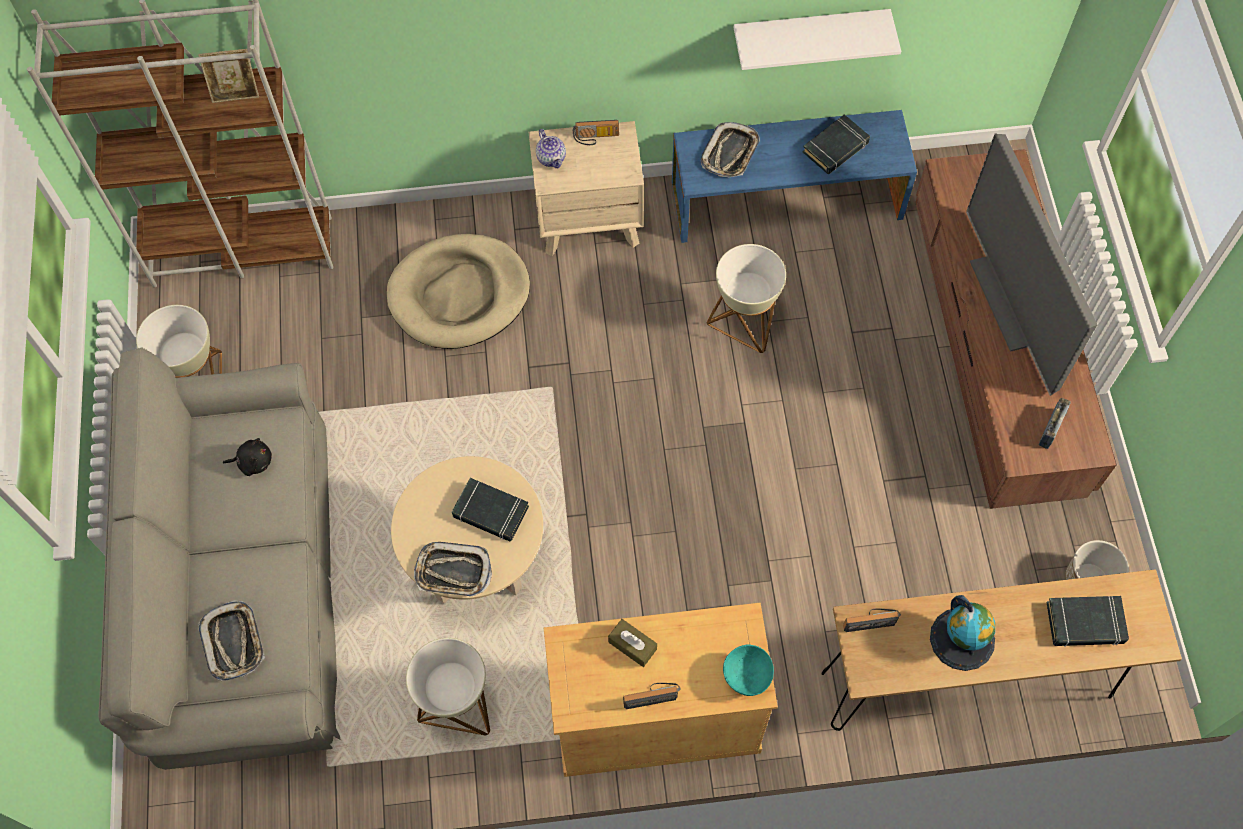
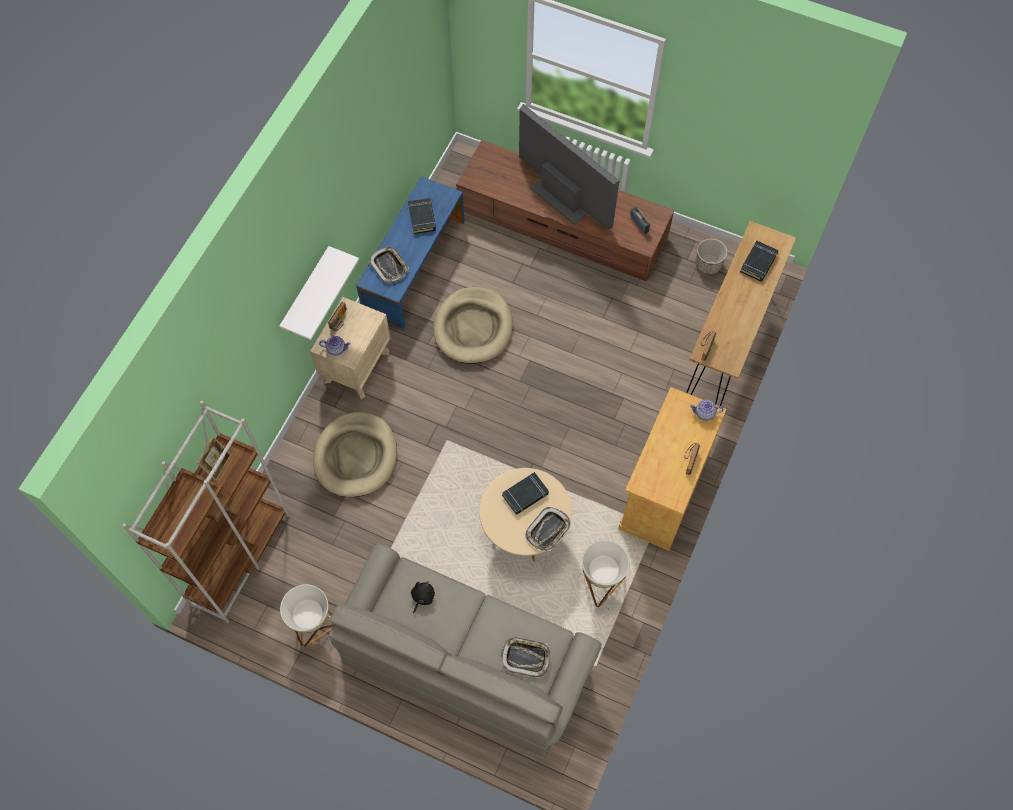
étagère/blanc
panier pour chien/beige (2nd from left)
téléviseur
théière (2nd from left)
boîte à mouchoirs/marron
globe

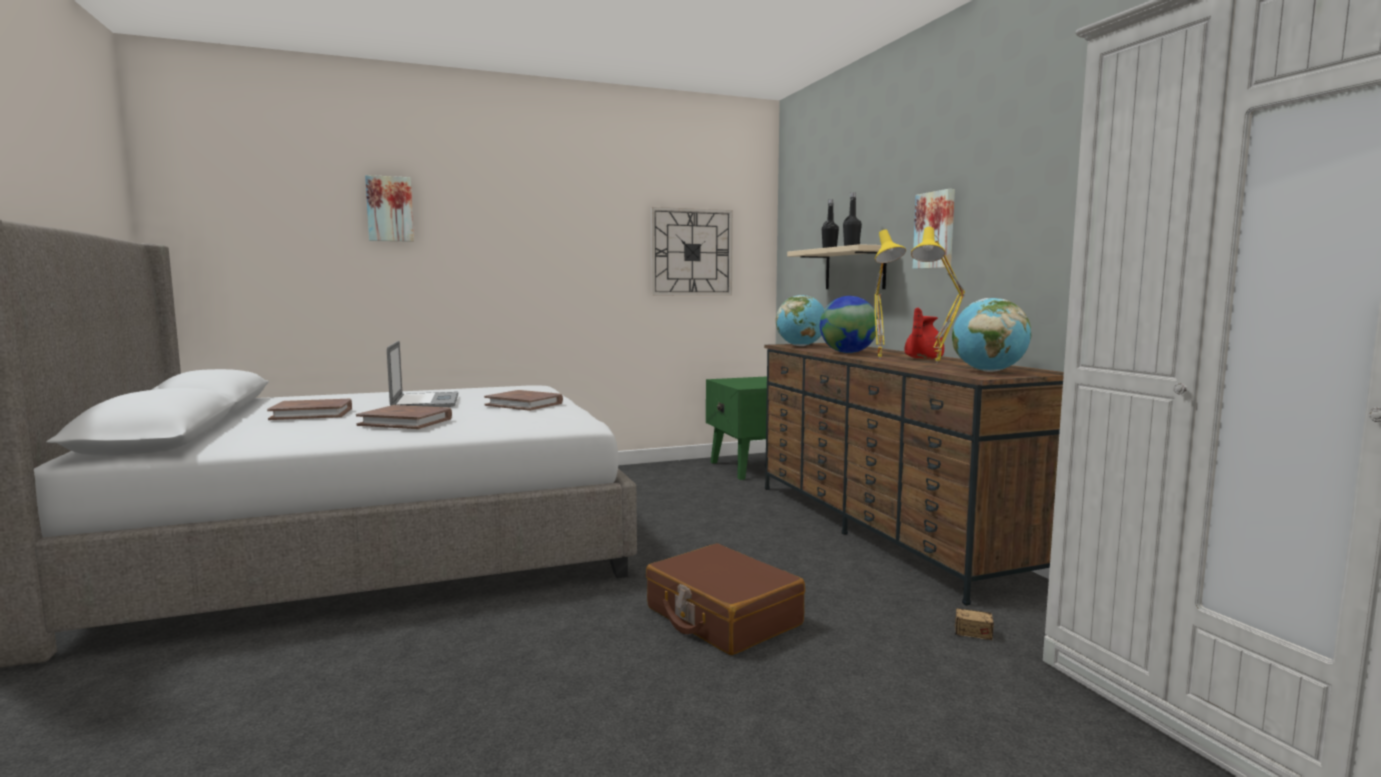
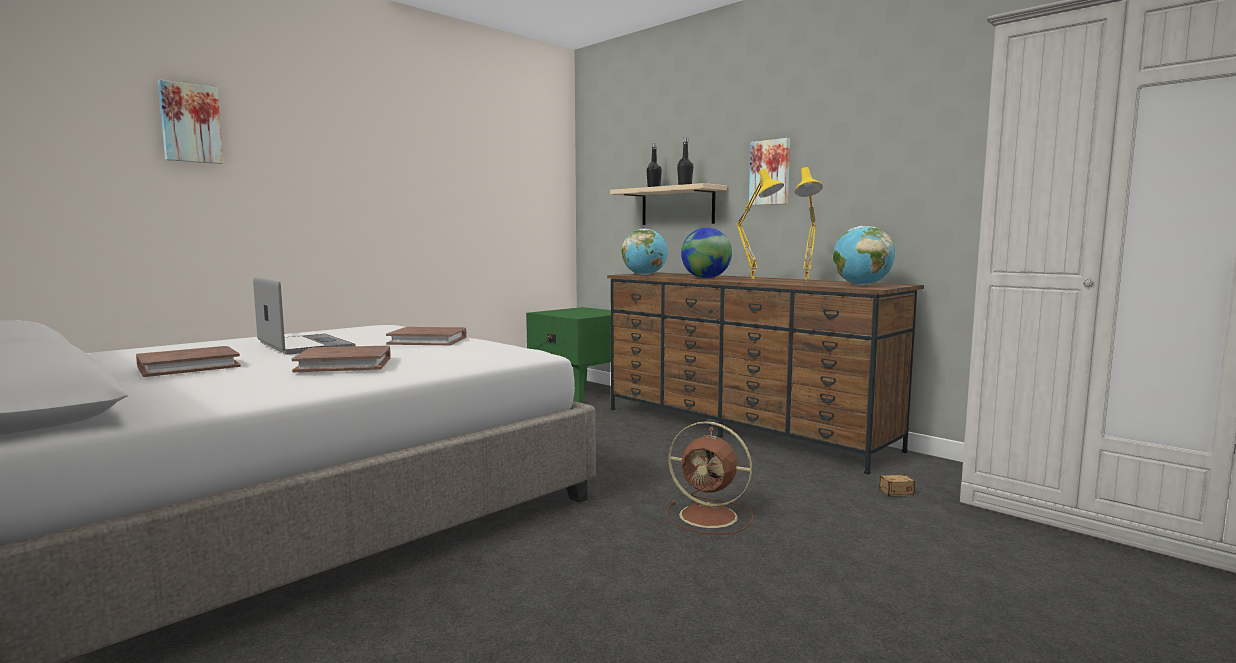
ventilateur/marron
horloge murale
théière/rouge

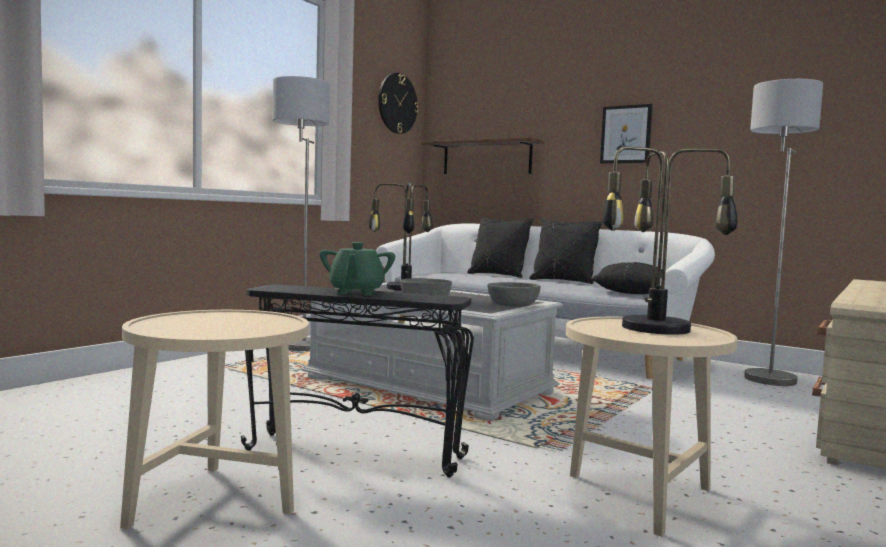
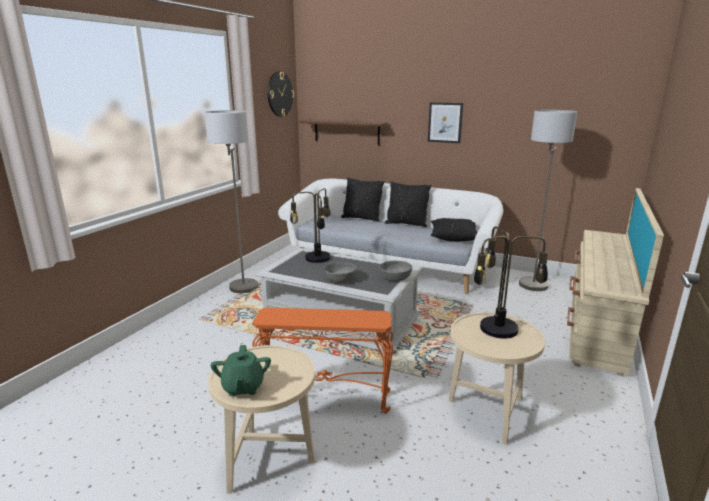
théière/vert
table d'appoint/orange

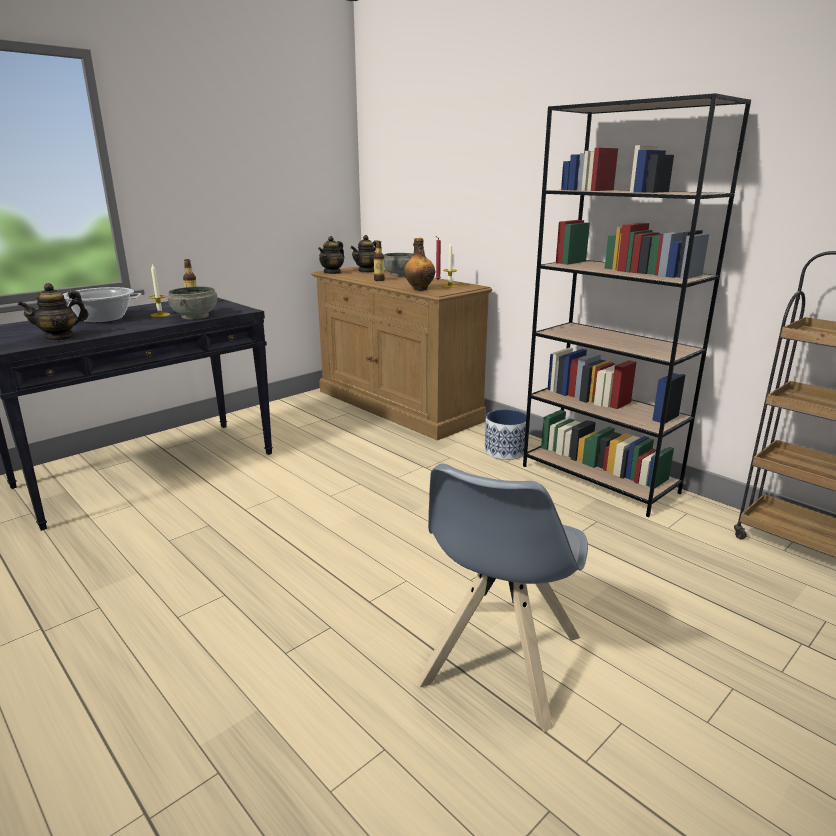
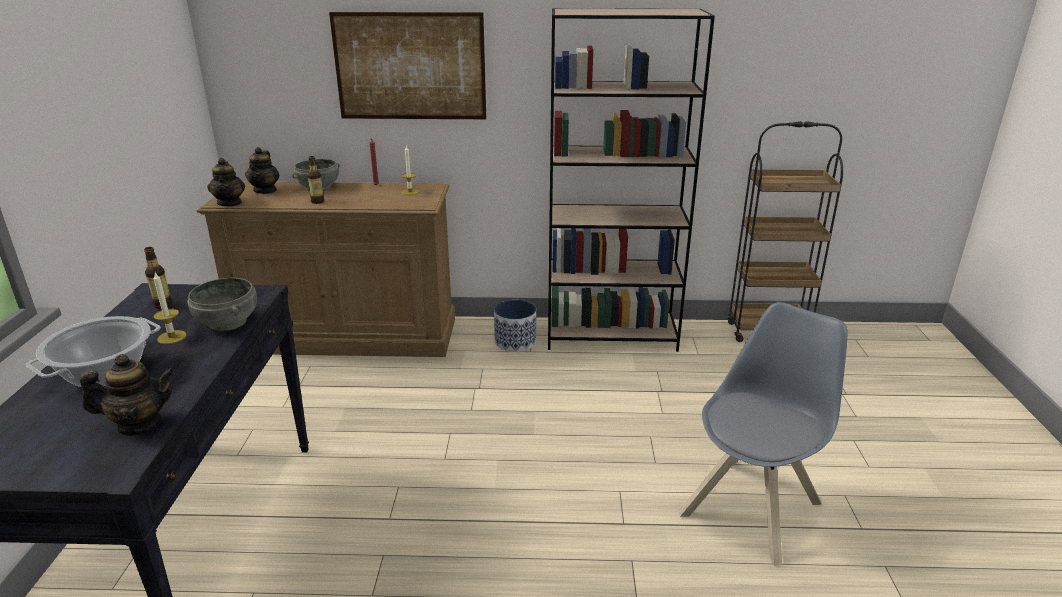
théière (1st from left)
tableau
chaise/gris
bouteille (3rd from left in the first image)

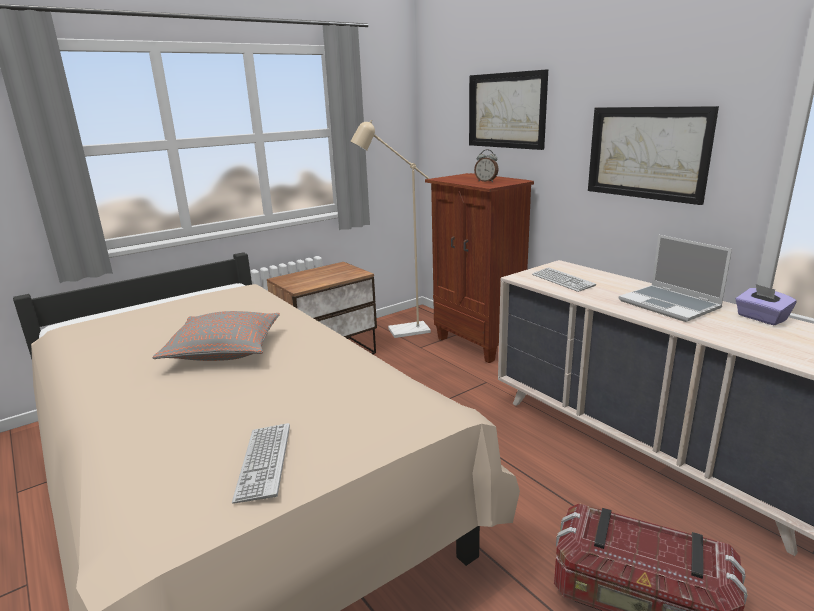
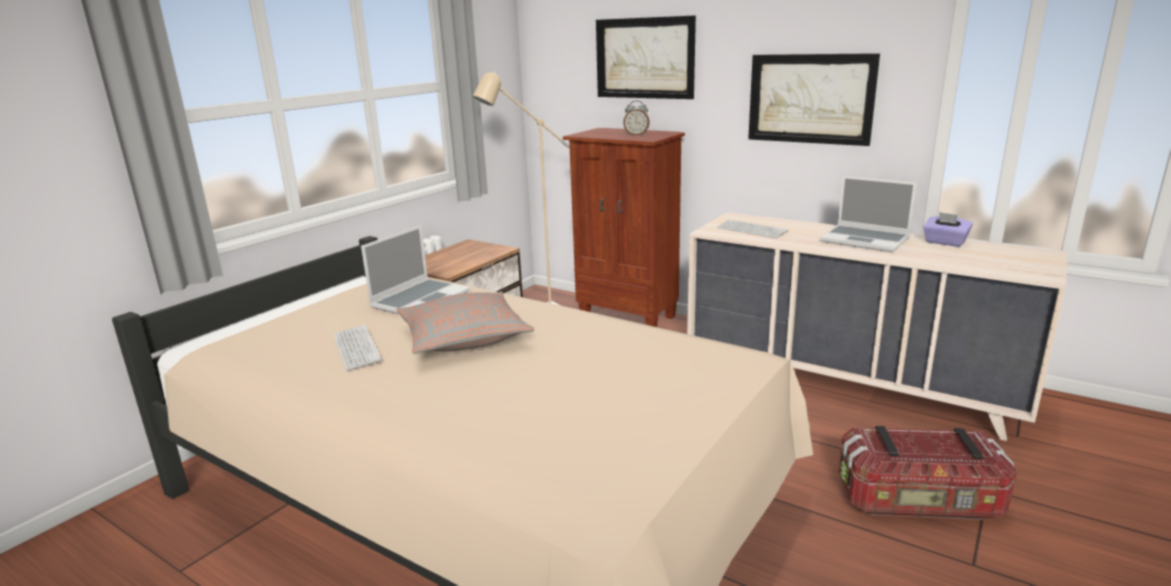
clavier (1st from left)
ordinateur portable (1st from left)

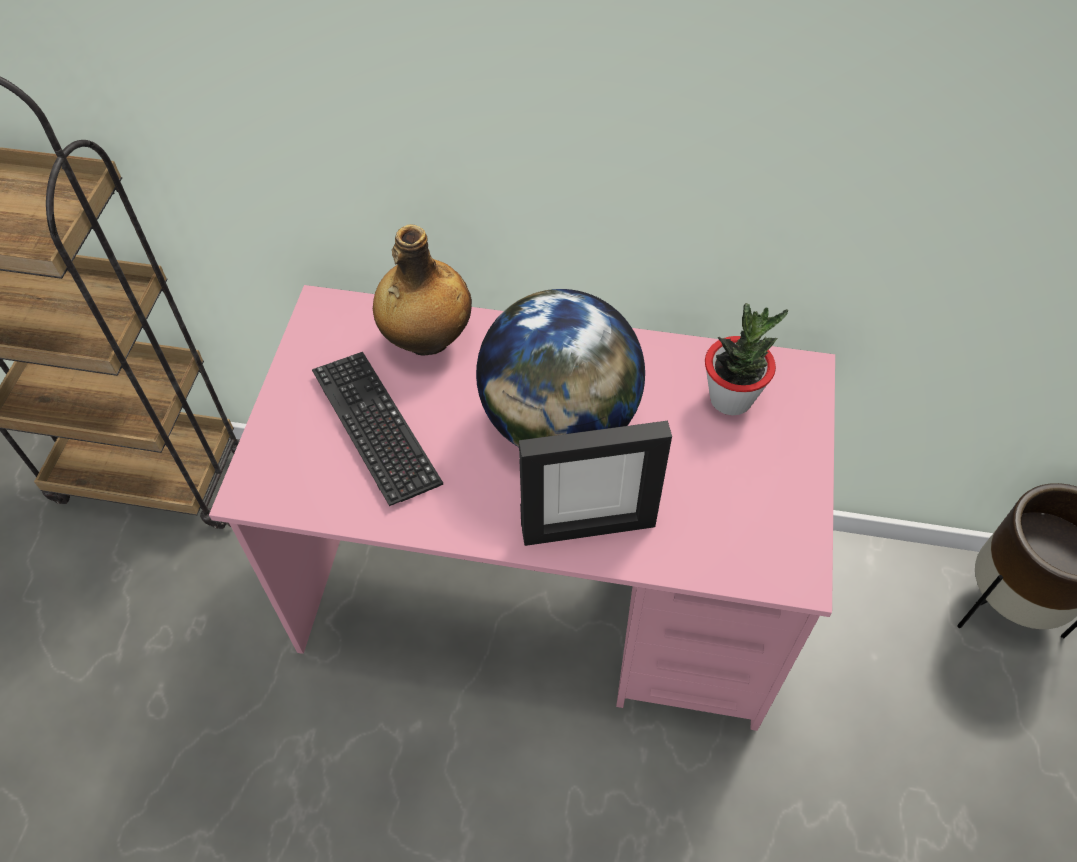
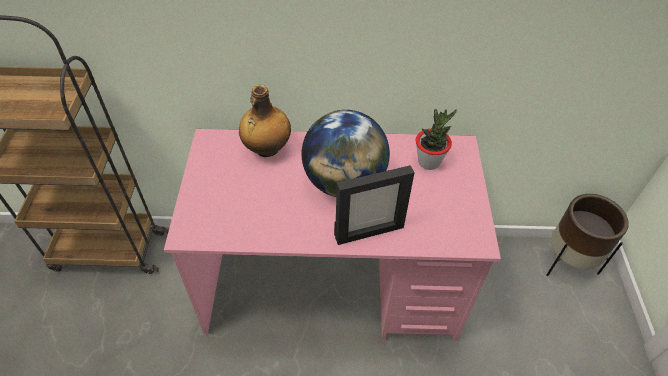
clavier

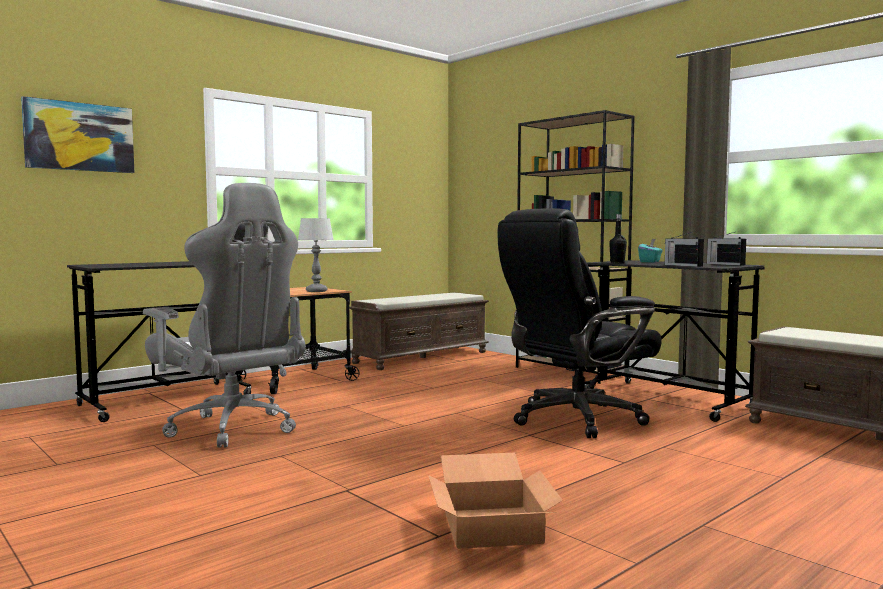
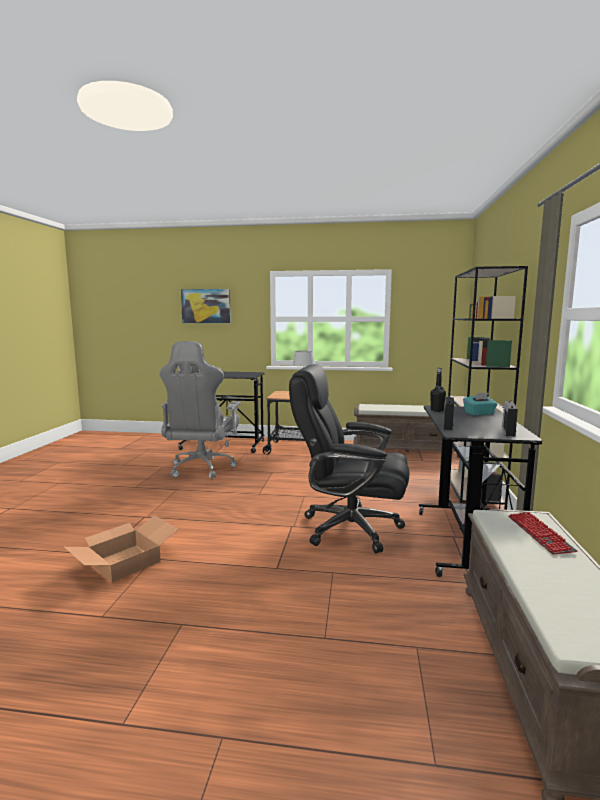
clavier

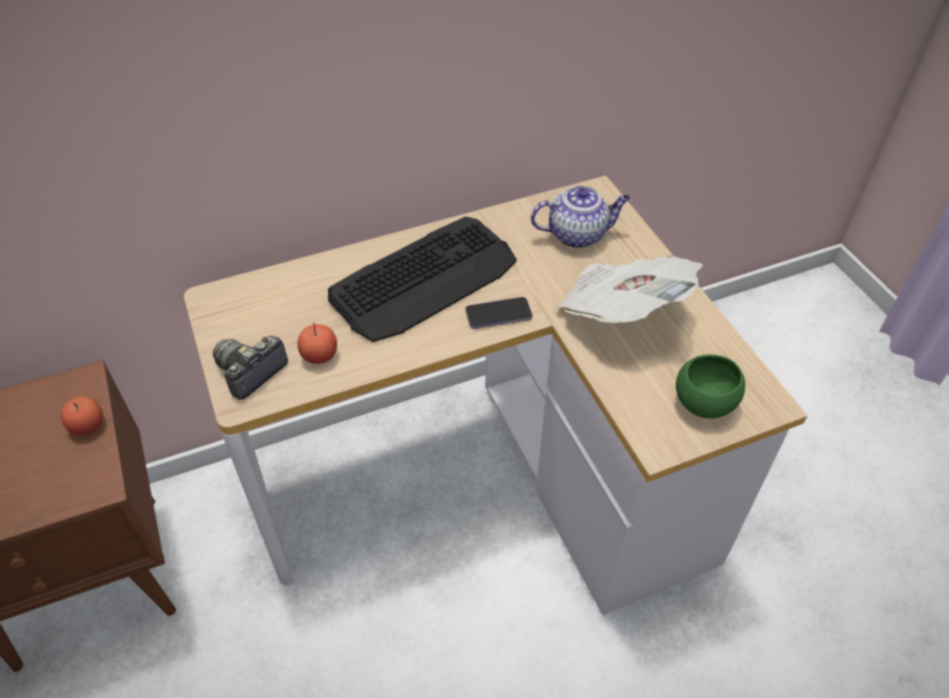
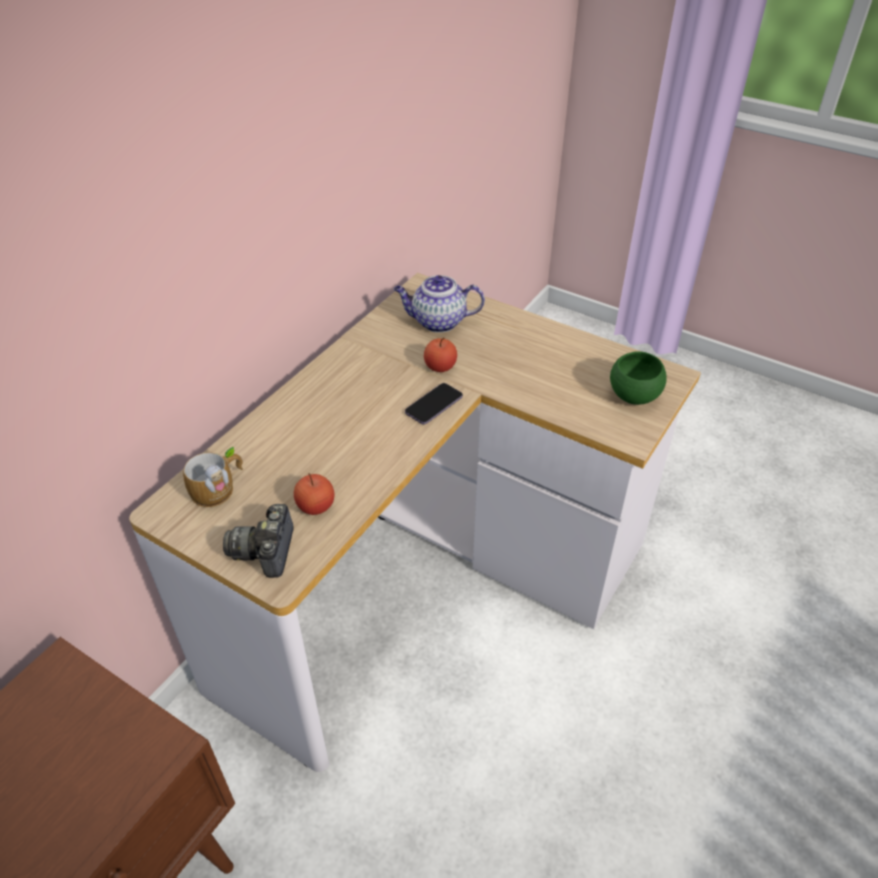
mug
théière
pomme (2nd from left)
clavier
journal

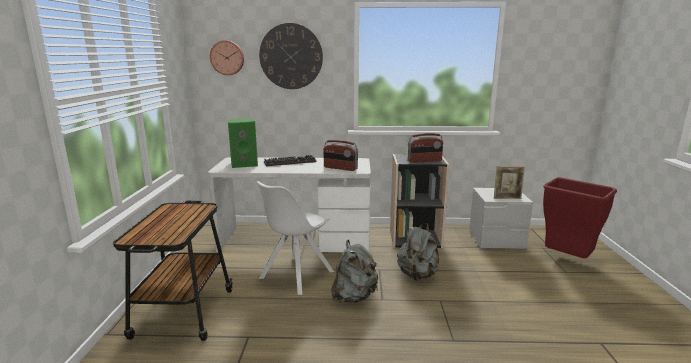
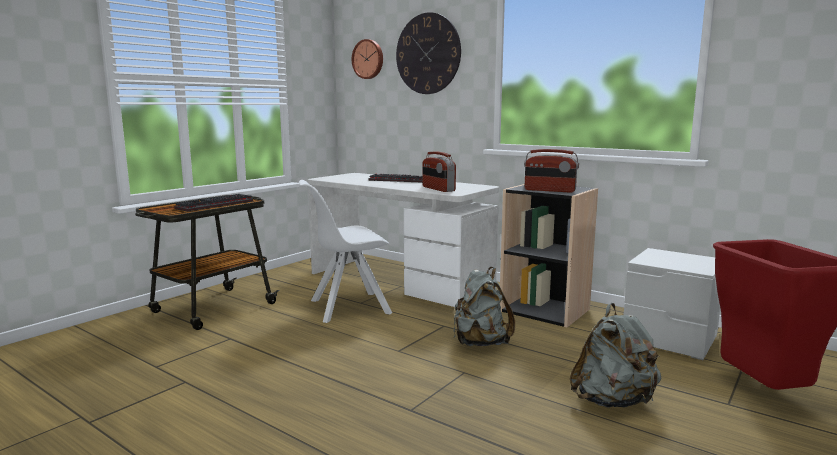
clavier (1st from left)
sac à dos/gris (2nd from left)
enceinte/vert
cadre photo

